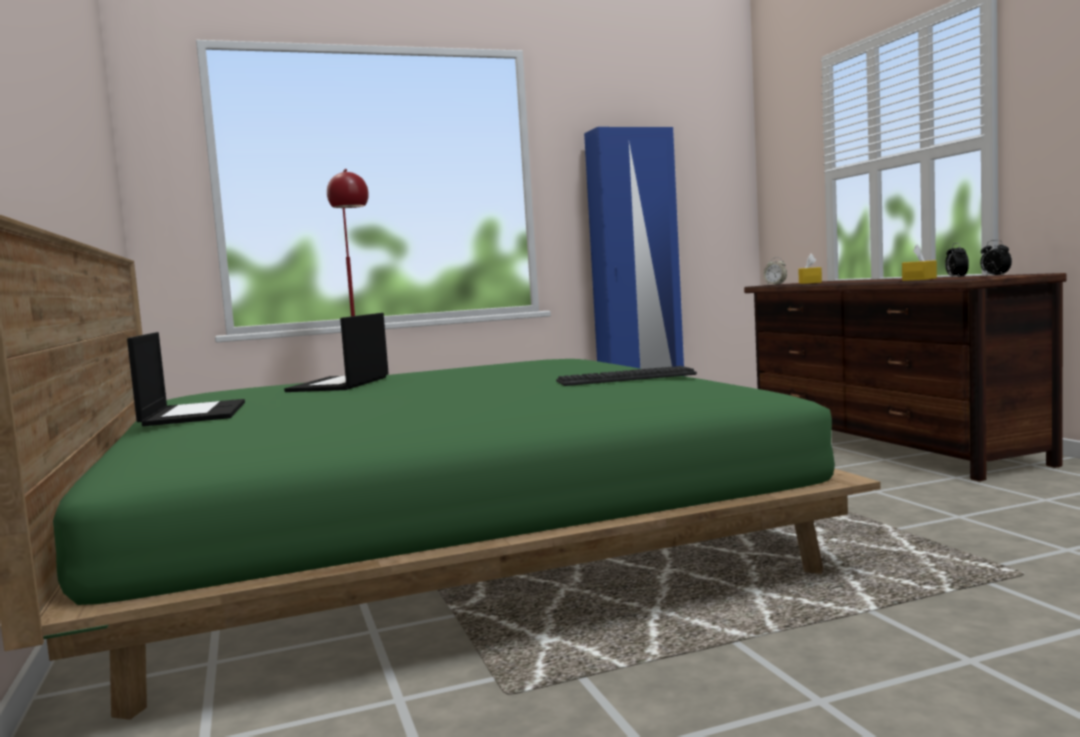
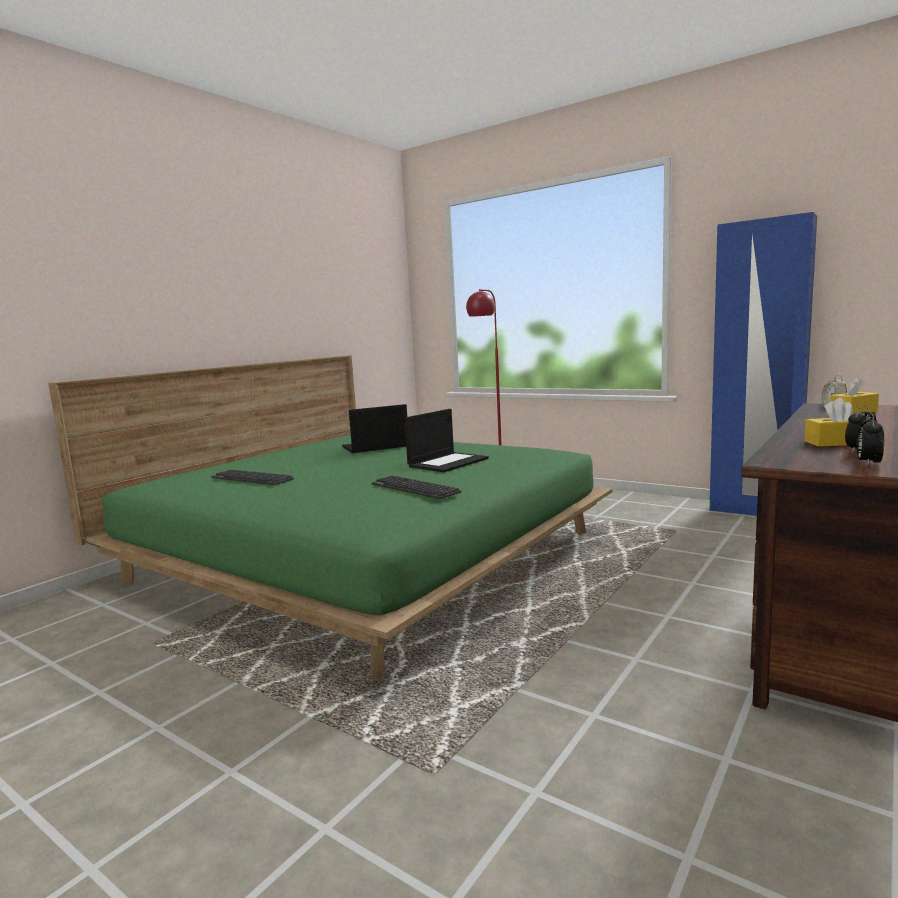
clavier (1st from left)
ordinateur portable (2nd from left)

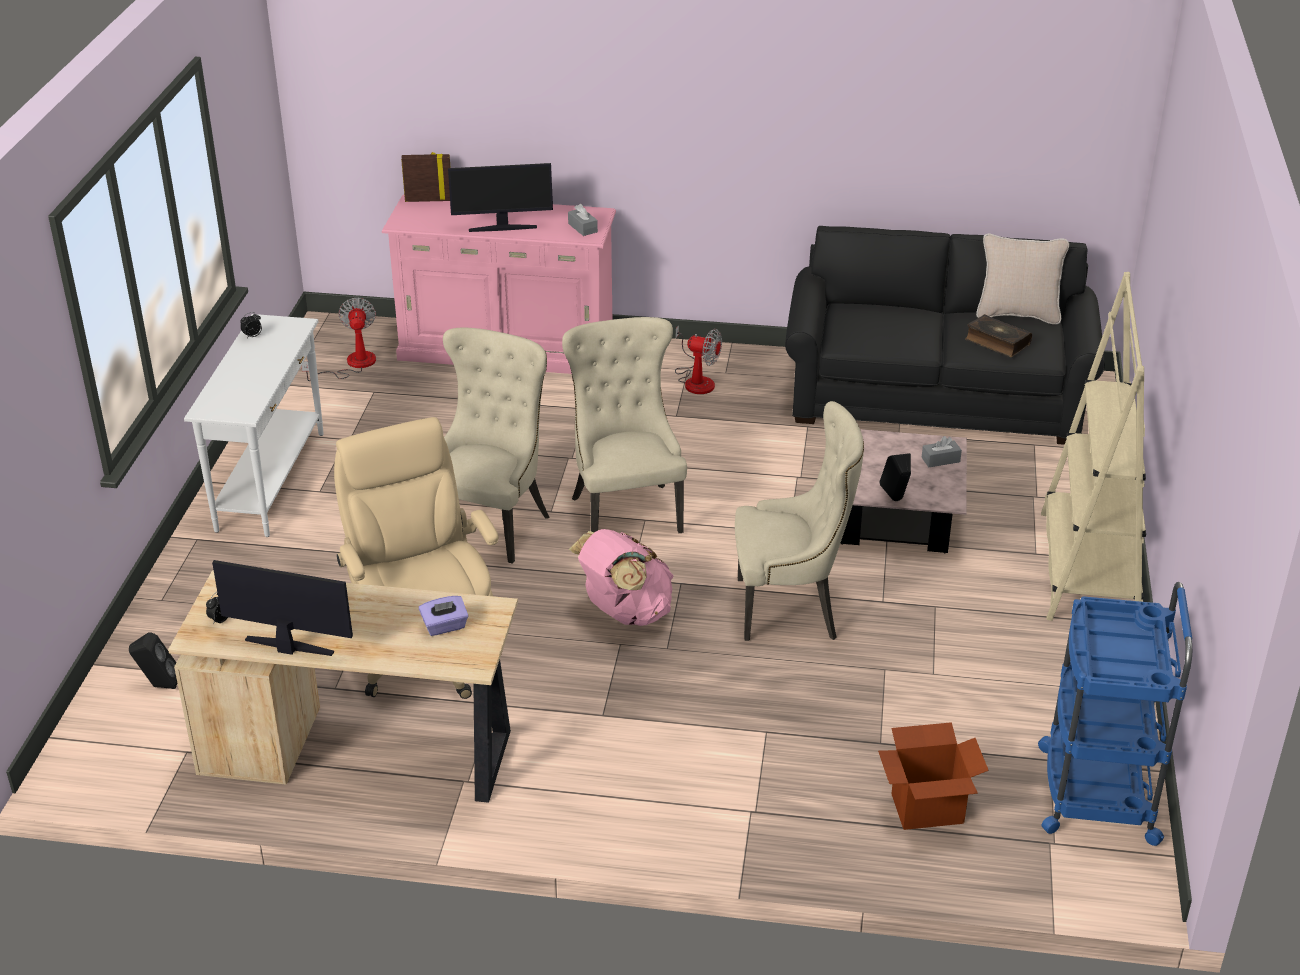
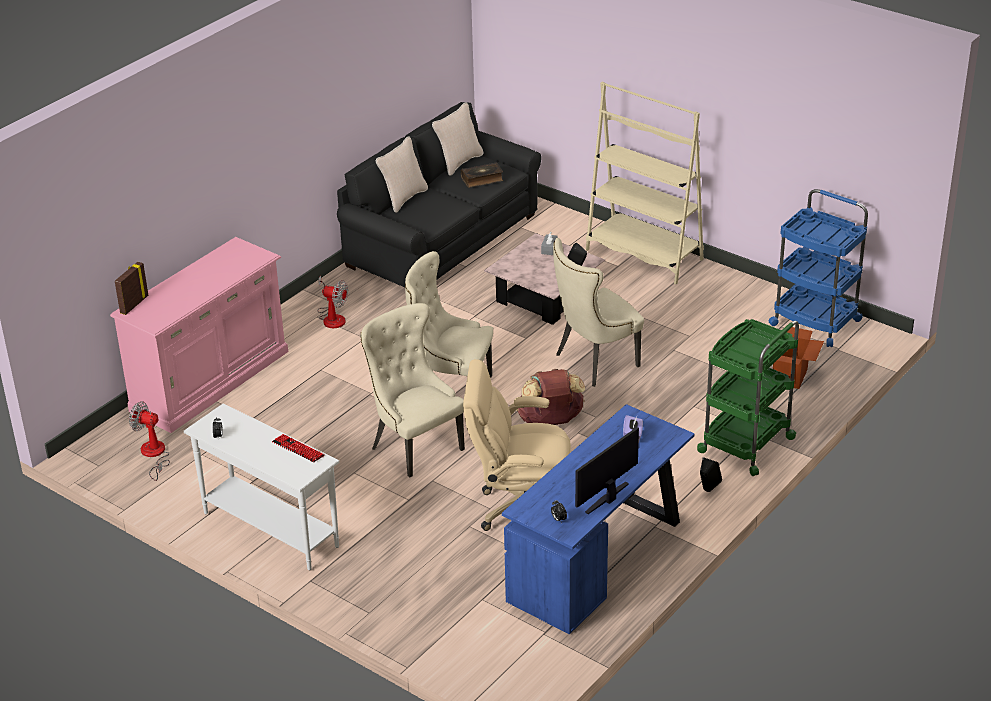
clavier
ventilateur (2nd from left)
coussin/beige (1st from left)
bureau/bleu
sac à dos/marron
chaise/beige (3rd from left)
chariot/vert
enceinte/noir (2nd from left)
écran d'ordinateur (2nd from left in the first image)
boîte à mouchoirs/gris (1st from left in the first image)

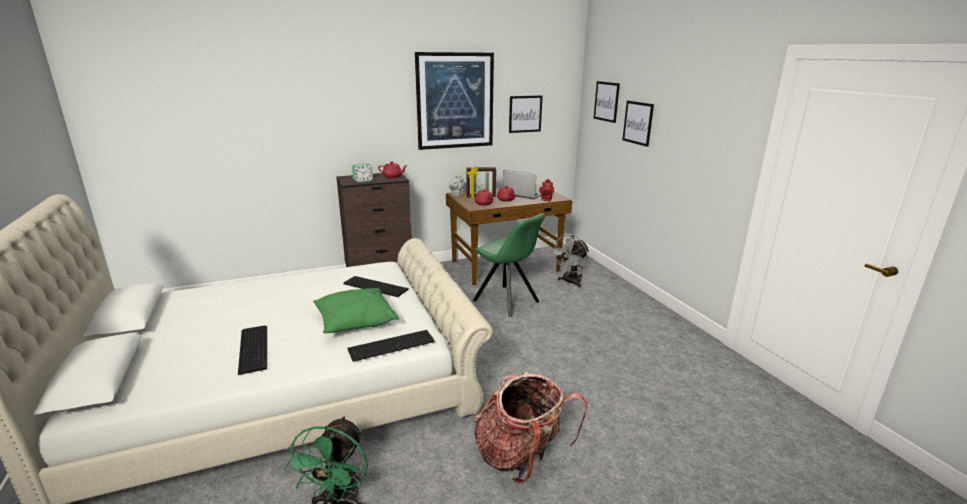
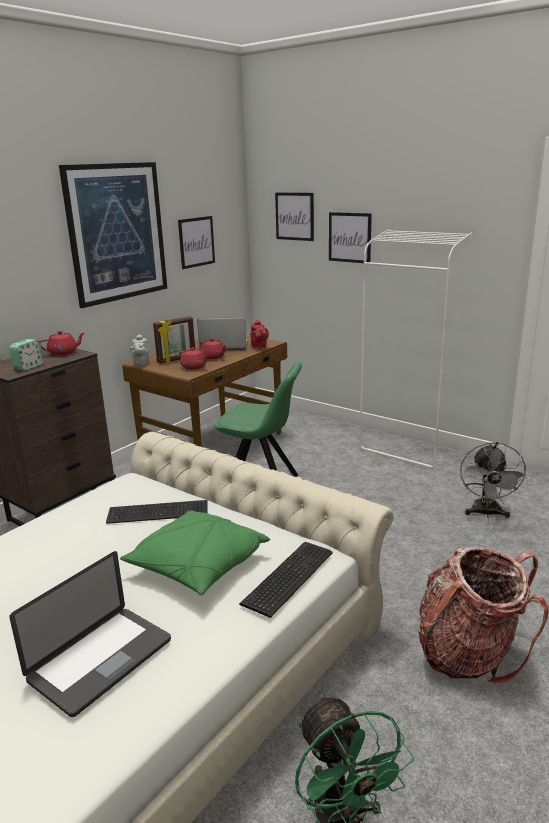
ordinateur portable (1st from left)
portant/blanc
ventilateur/gris

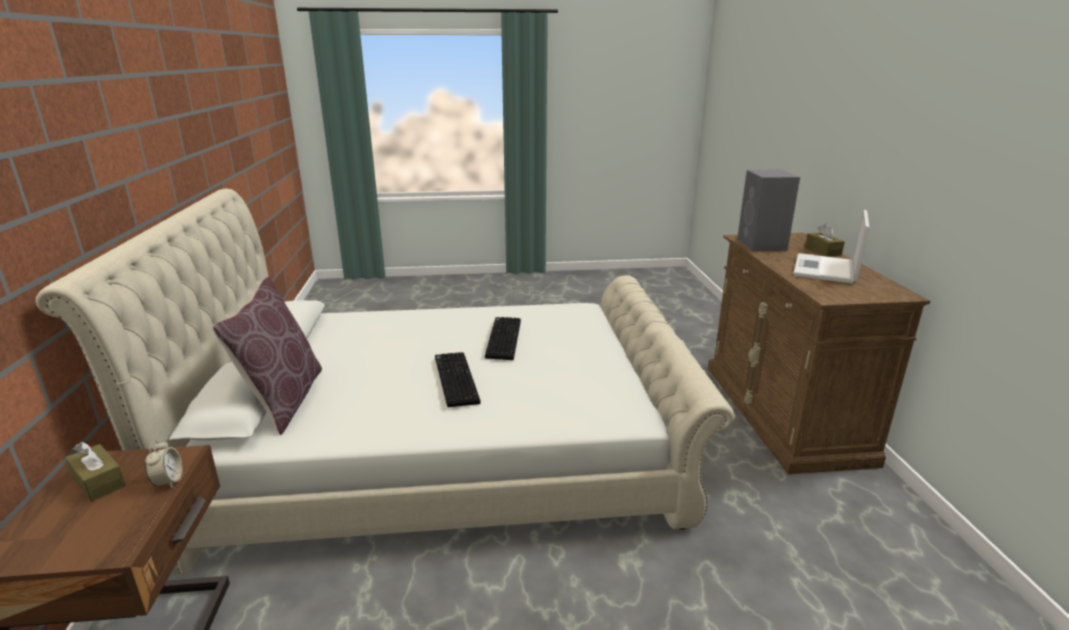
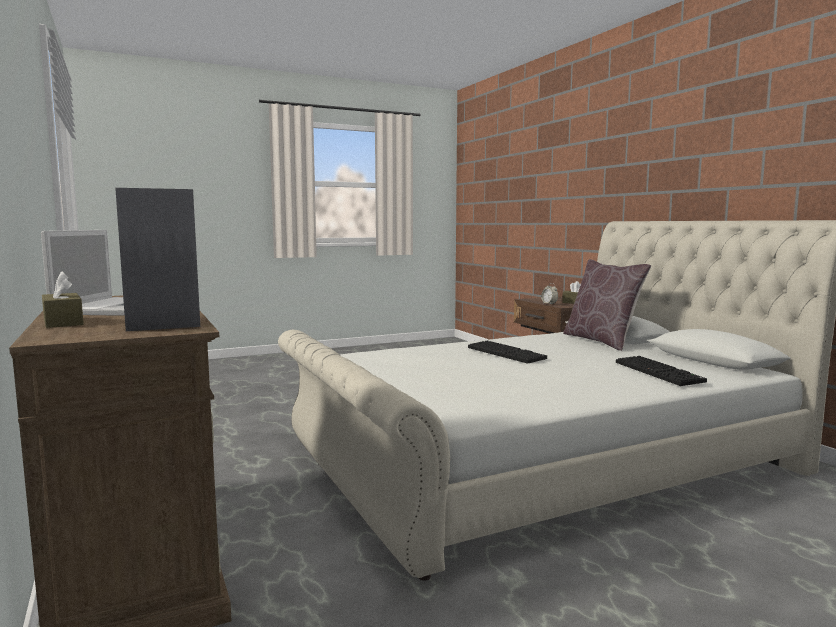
clavier (2nd from left)

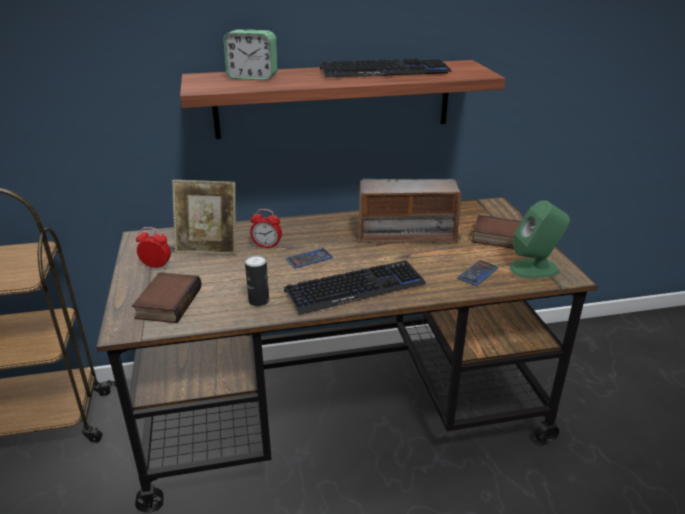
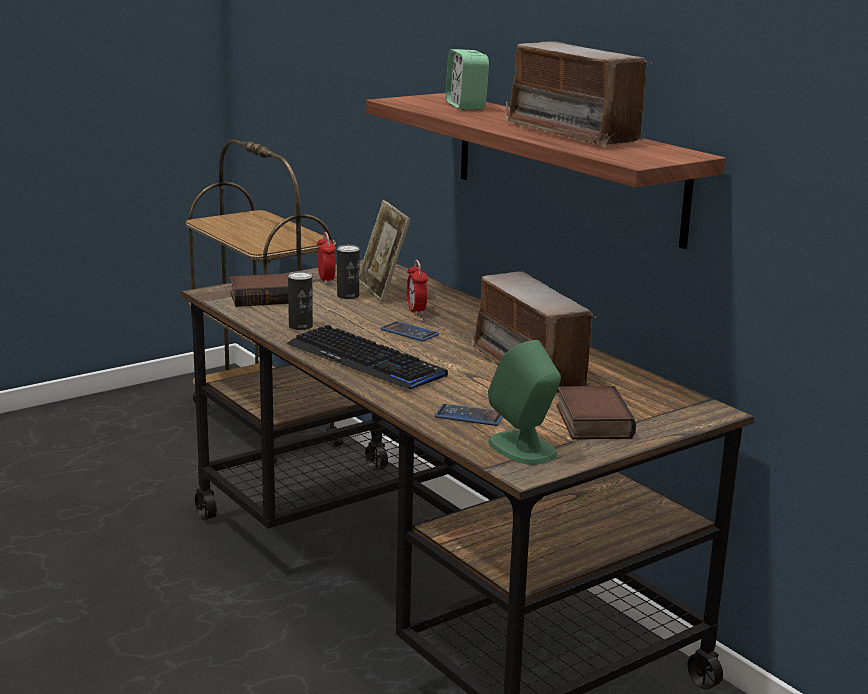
boîte métallique (2nd from left)
radio (2nd from left)

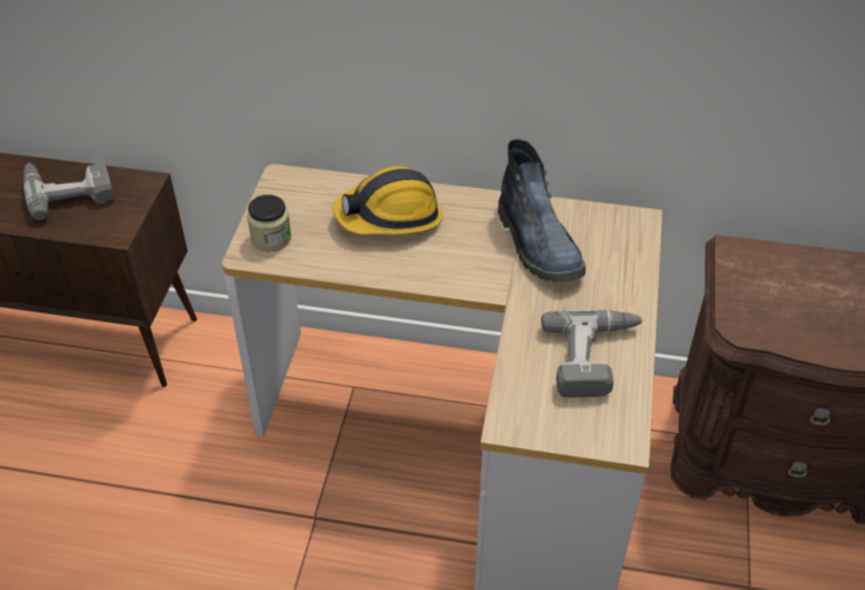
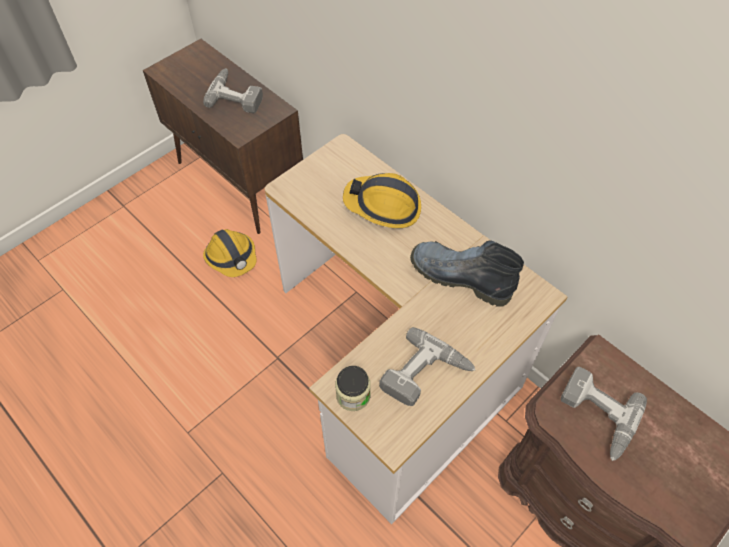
casque de chantier (1st from left)
bocal
botte
perceuse (3rd from left)

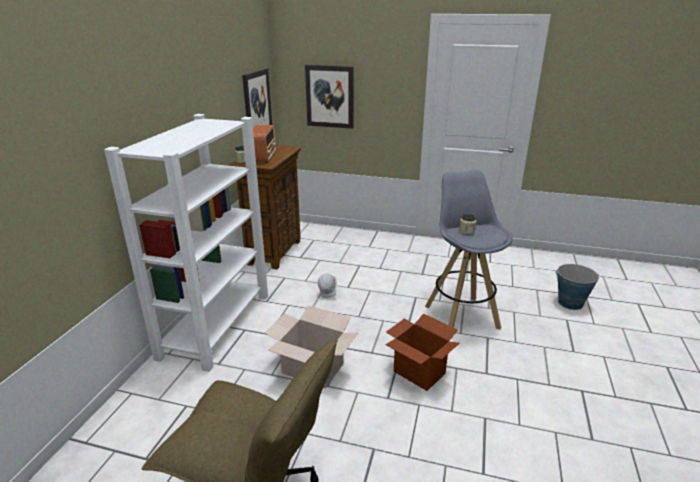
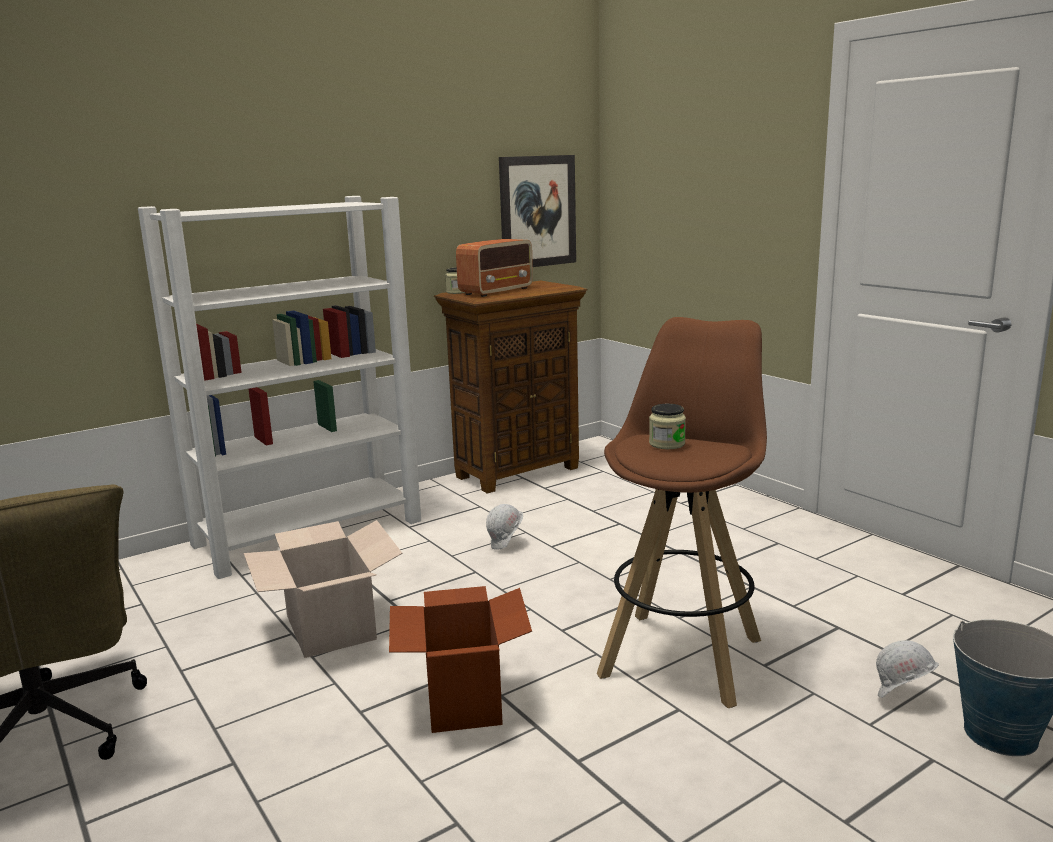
tabouret/marron
casque de chantier/blanc (2nd from left)
tableau (2nd from left in the first image)

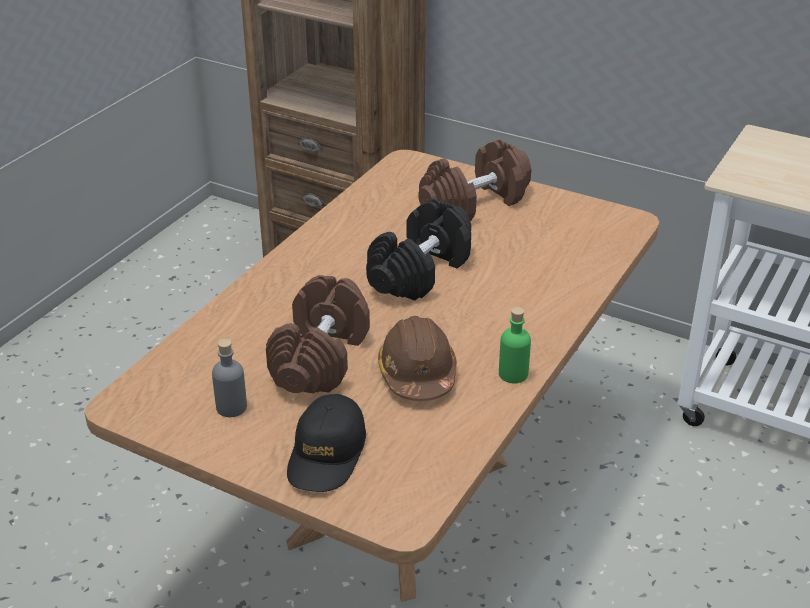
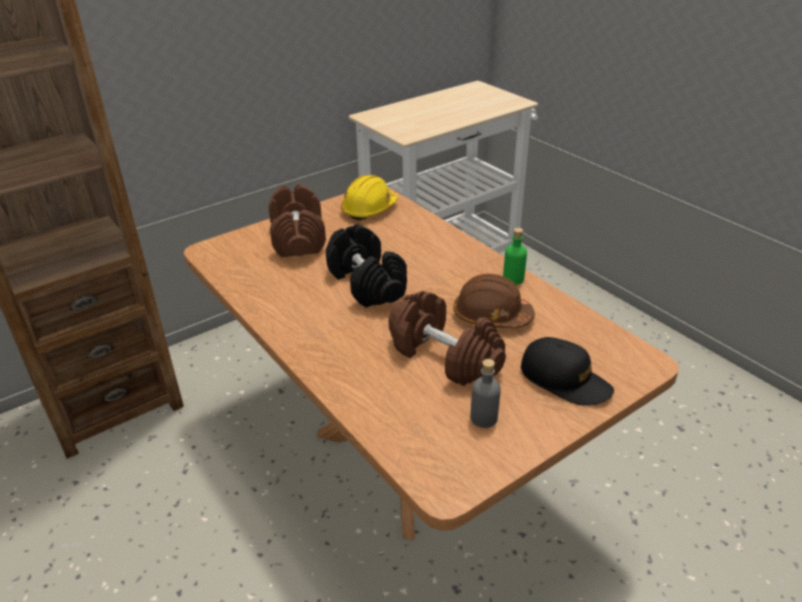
casque de chantier/jaune

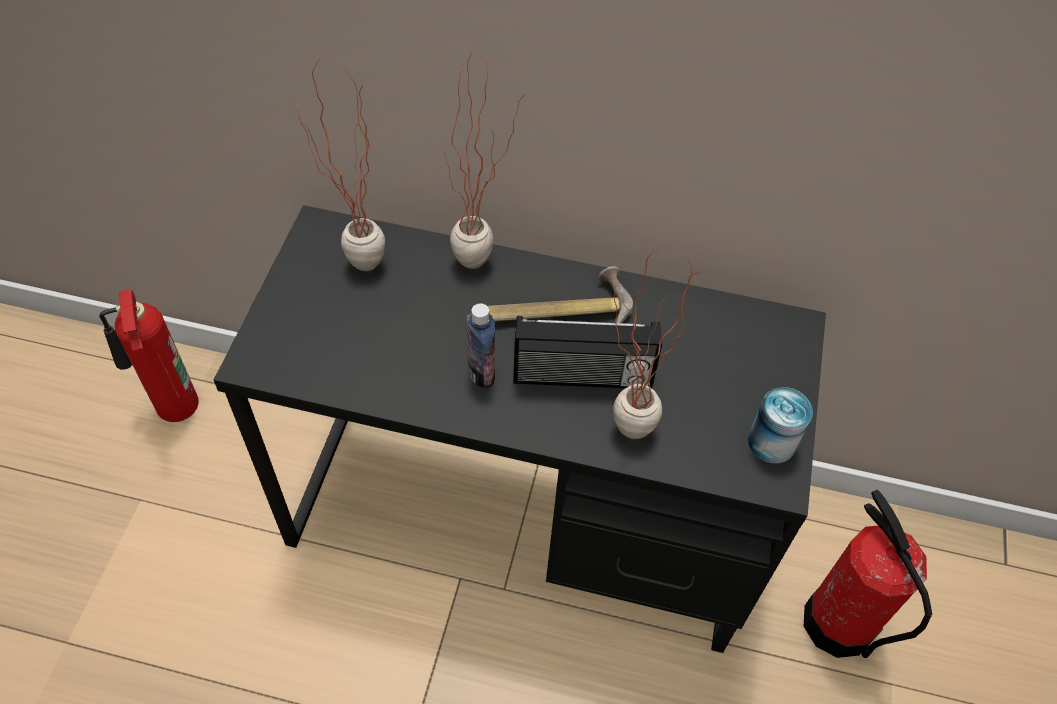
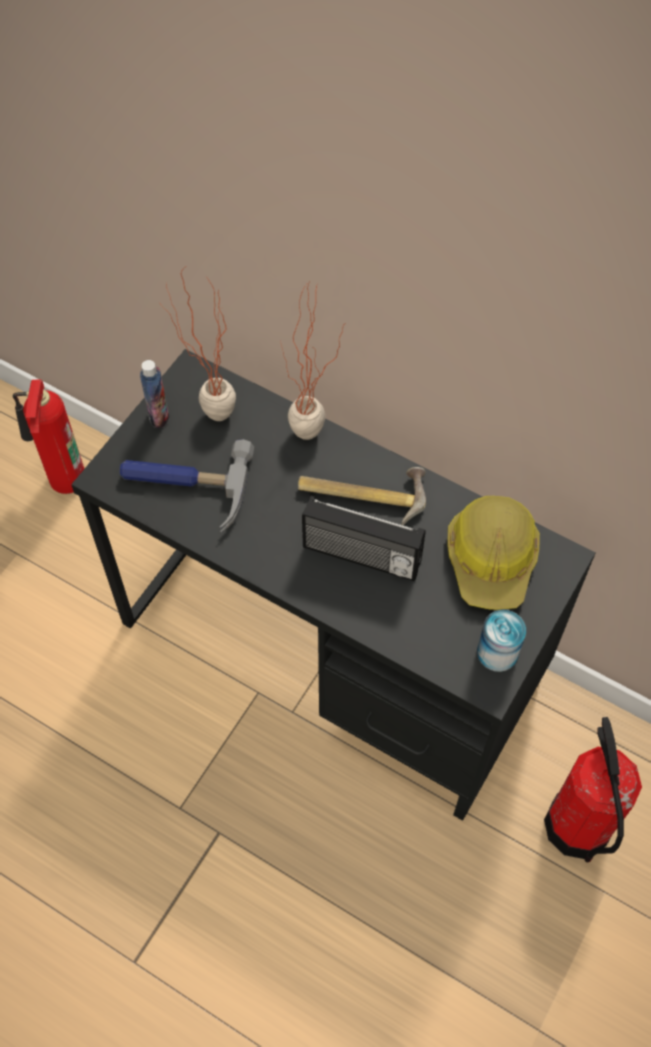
marteau (1st from left)
bouteille
casque de chantier
plante en pot (3rd from left in the first image)

